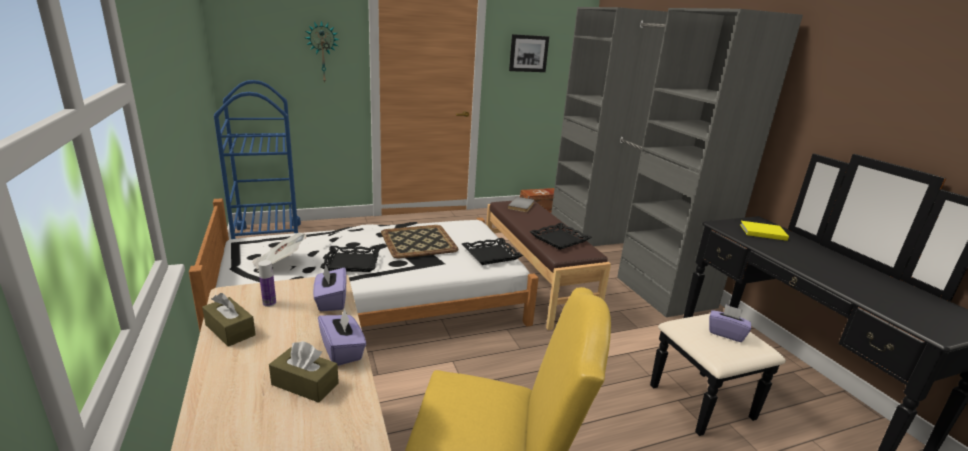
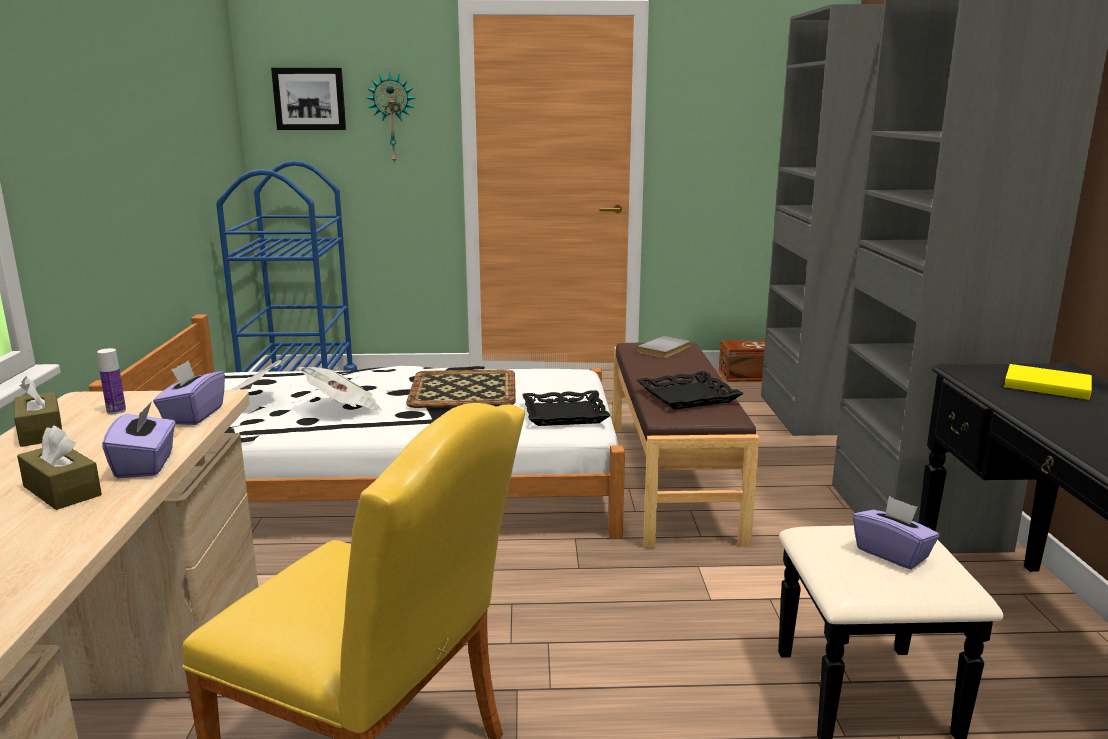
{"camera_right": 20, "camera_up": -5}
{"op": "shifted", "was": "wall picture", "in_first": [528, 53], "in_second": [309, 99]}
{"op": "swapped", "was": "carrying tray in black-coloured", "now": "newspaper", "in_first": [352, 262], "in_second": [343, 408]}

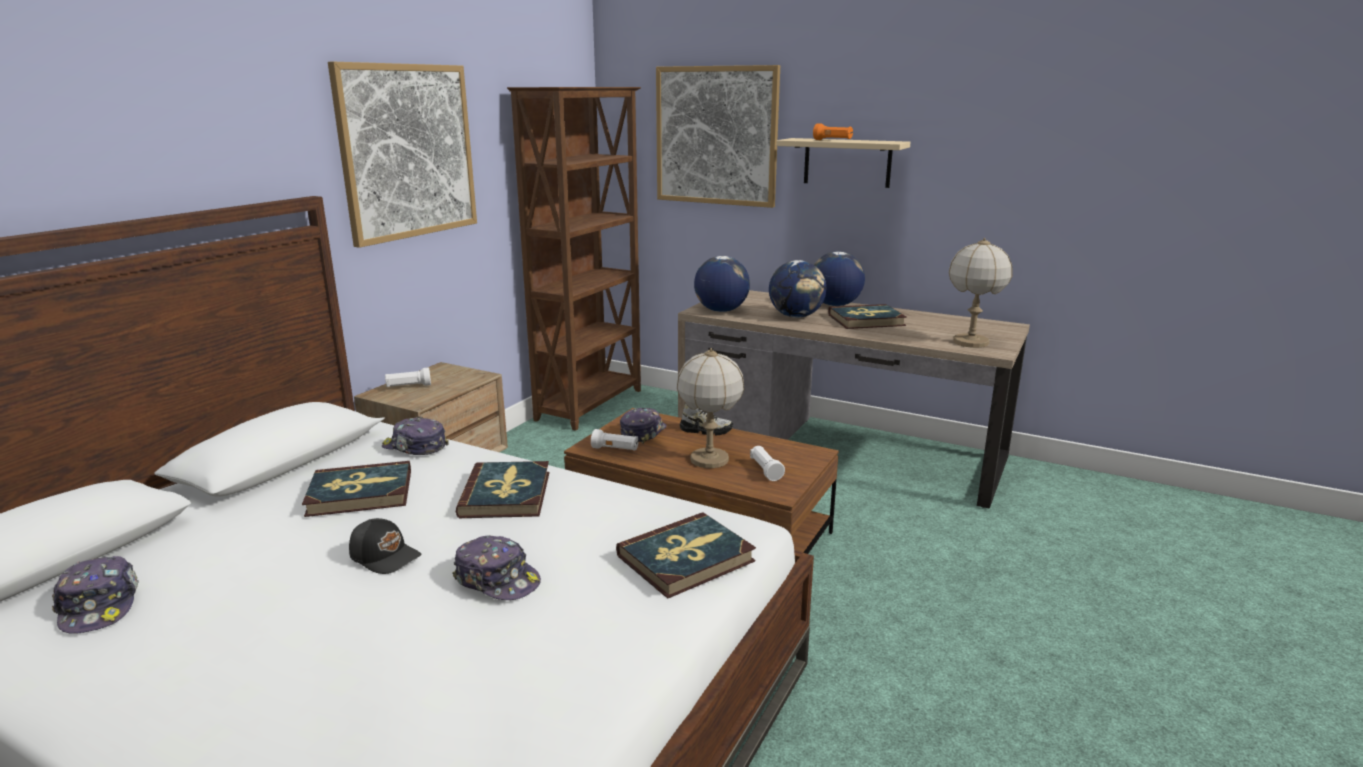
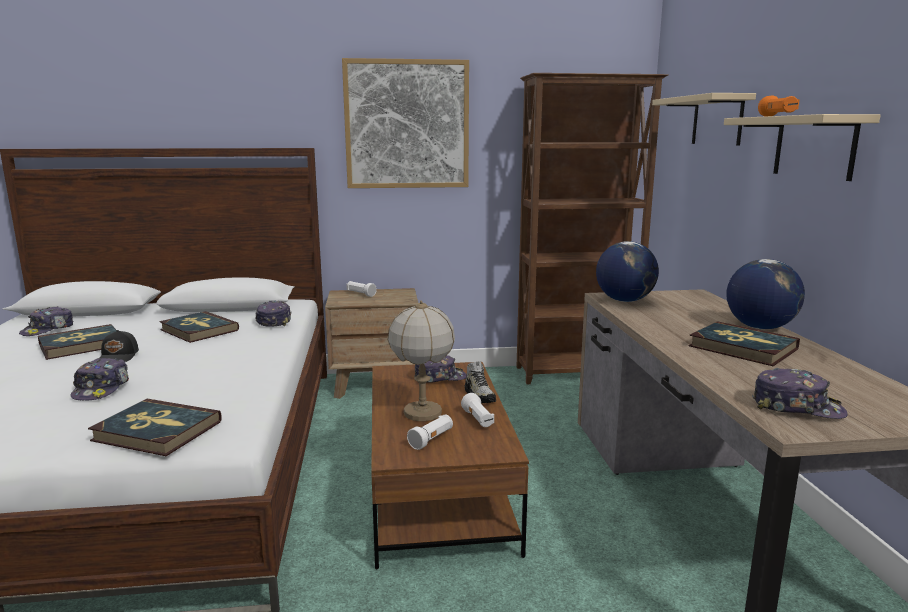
{"camera_right": 55, "camera_up": -5}
{"op": "gone", "was": "globe", "in_first": [796, 316]}
{"op": "shifted", "was": "volume", "in_first": [506, 494], "in_second": [81, 345]}
{"op": "shifted", "was": "flashlight in white", "in_first": [615, 449], "in_second": [478, 420]}
{"op": "swapped", "was": "wall picture", "now": "shelf in sand-coloured", "in_first": [716, 136], "in_second": [717, 120]}
{"op": "swapped", "was": "lamp for a table", "now": "baseball cap", "in_first": [970, 342], "in_second": [797, 407]}

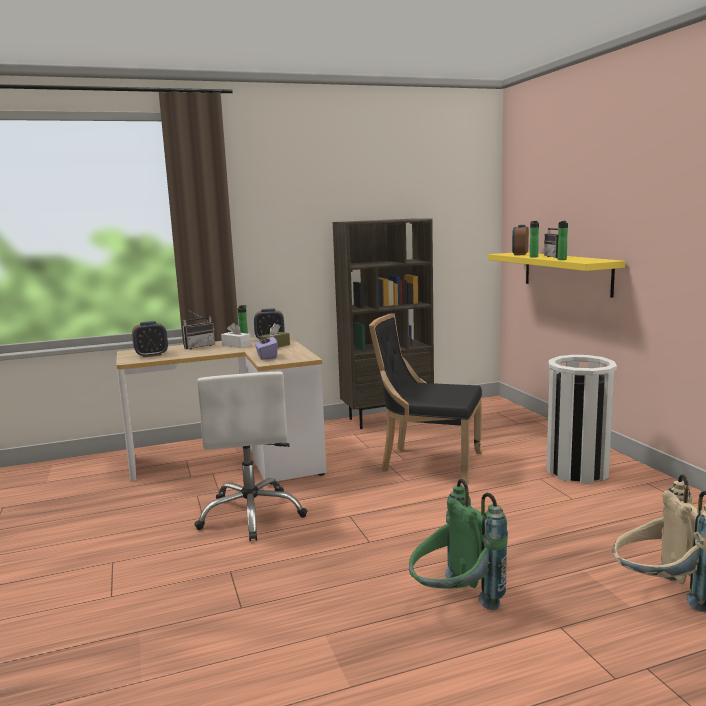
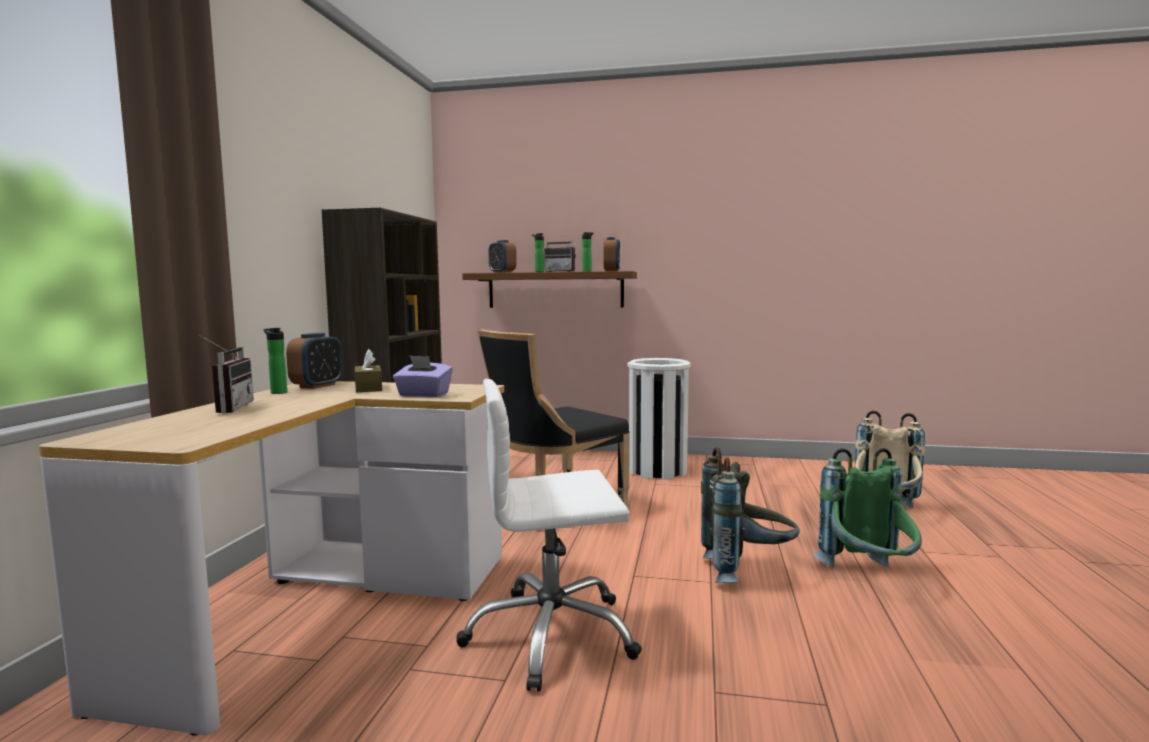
{"camera_right": -60, "camera_up": -5}
{"op": "gone", "was": "tissue holder in white", "in_first": [236, 345]}
{"op": "new", "now": "rucksack in grey", "in_second": [747, 571]}
{"op": "shifted", "was": "bedside clock", "in_first": [151, 355], "in_second": [612, 271]}
{"op": "repainted", "was": "shelf in yellow", "now": "shelf in brown-coloured", "in_first": [566, 272], "in_second": [555, 290]}
{"op": "rotated", "was": "desk chair in white", "in_first": [252, 514], "in_second": [551, 635], "clockwise": 150}

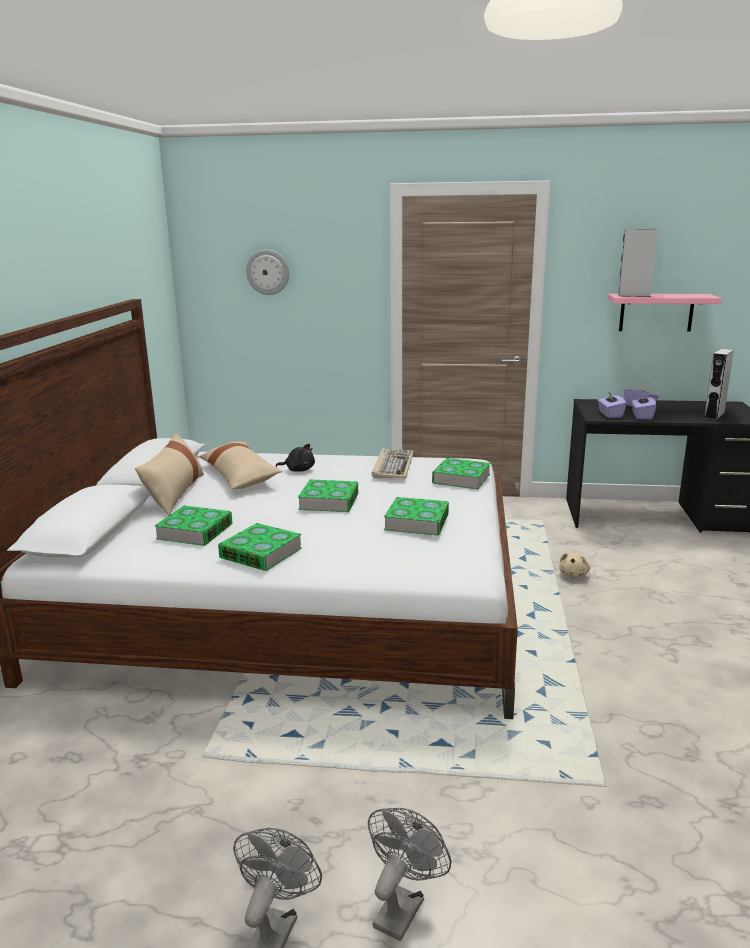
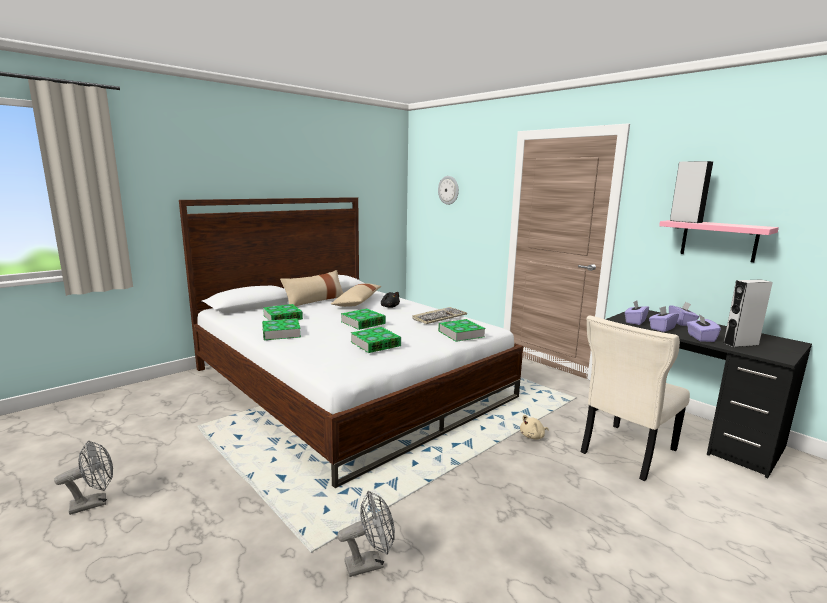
{"camera_right": 40, "camera_up": -5}
{"op": "new", "now": "plain chair in sand-coloured", "in_second": [626, 452]}
{"op": "new", "now": "tissue holder in purple", "in_second": [700, 338]}
{"op": "shifted", "was": "electric fan in grey", "in_first": [402, 906], "in_second": [370, 563]}

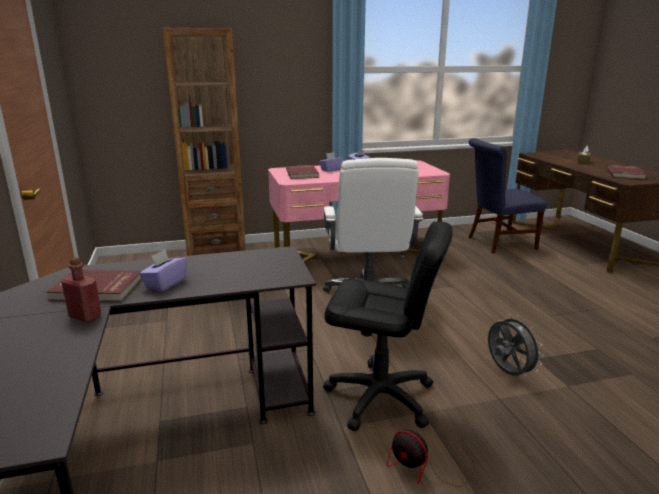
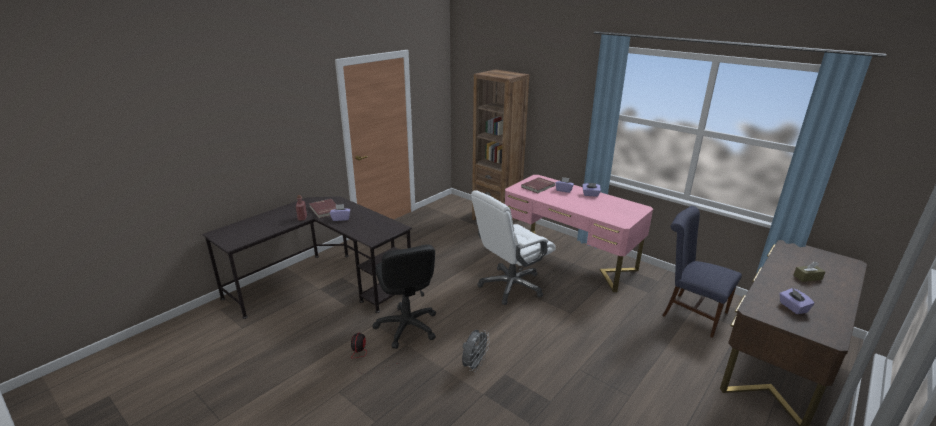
{"camera_right": 55, "camera_up": 5}
{"op": "swapped", "was": "volume in reddish", "now": "tissue holder in purple", "in_first": [626, 174], "in_second": [793, 307]}

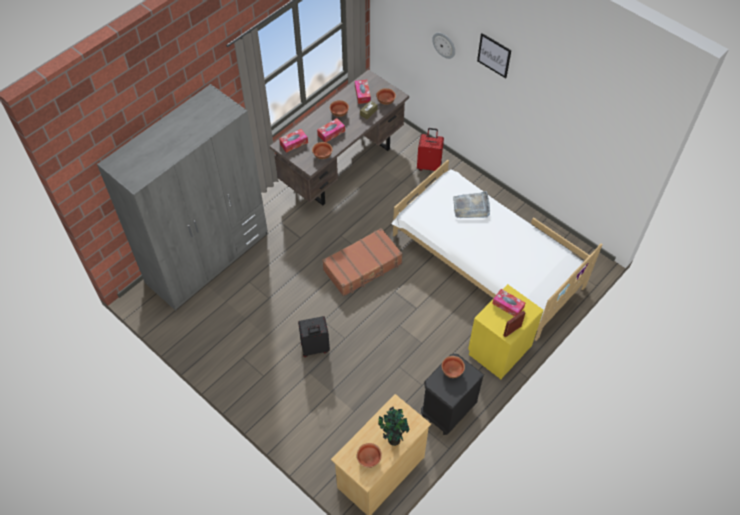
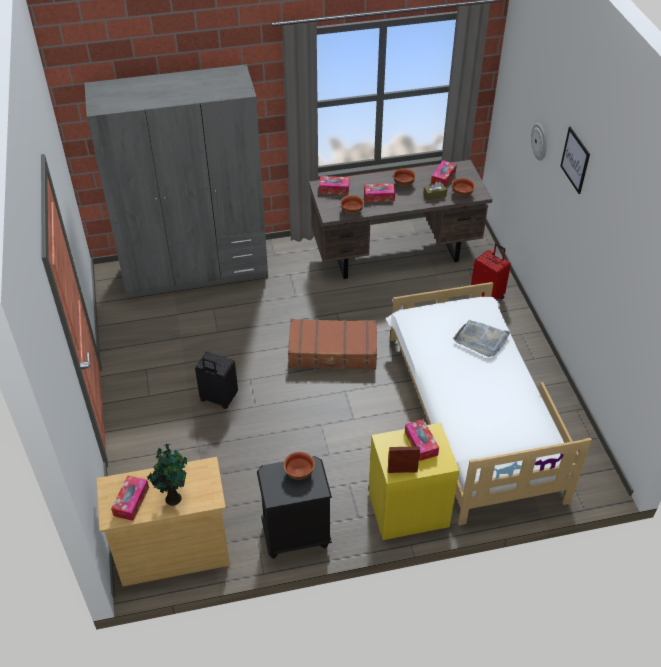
{"camera_right": 35, "camera_up": -10}
{"op": "swapped", "was": "deep dish", "now": "tissue holder", "in_first": [369, 459], "in_second": [131, 501]}

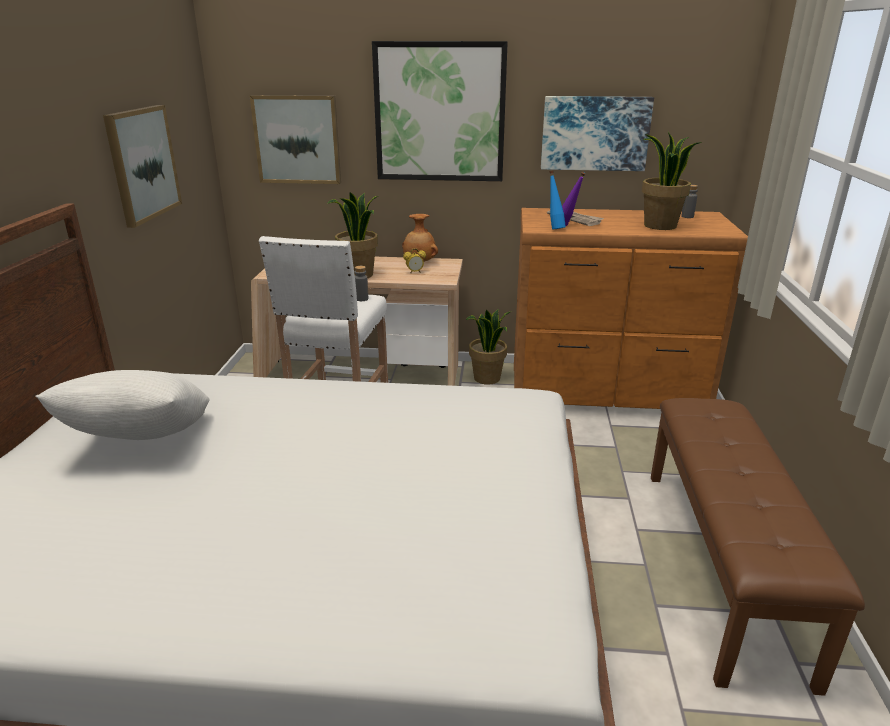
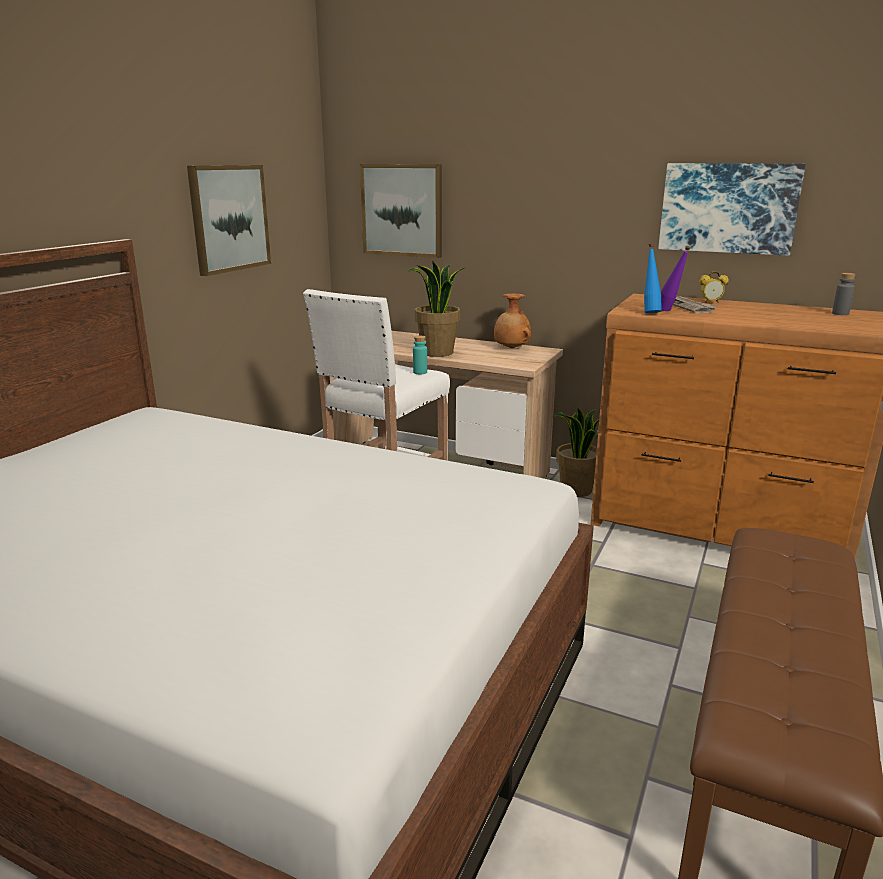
{"camera_right": 20, "camera_up": -5}
{"op": "gone", "was": "cushion in white", "in_first": [141, 442]}
{"op": "gone", "was": "wall picture", "in_first": [439, 113]}
{"op": "gone", "was": "plant in a pot", "in_first": [660, 226]}
{"op": "shifted", "was": "bedside clock", "in_first": [415, 272], "in_second": [710, 302]}
{"op": "repainted", "was": "bottle in grey", "now": "bottle in turquoise-coloured", "in_first": [362, 299], "in_second": [420, 372]}

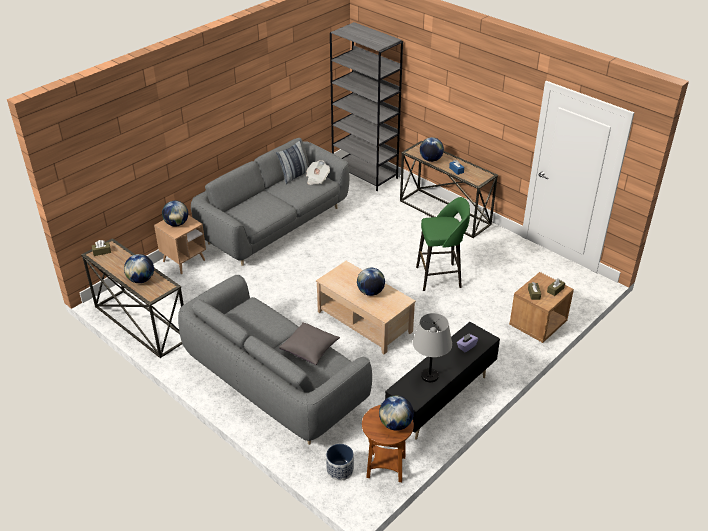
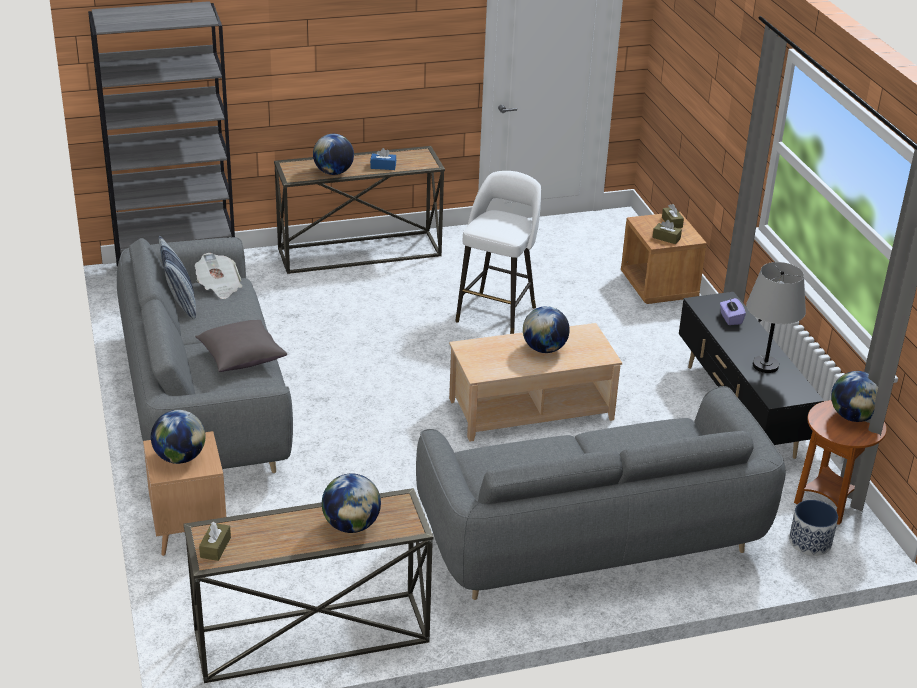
{"camera_right": -60, "camera_up": -5}
{"op": "shifted", "was": "cushion in grey", "in_first": [310, 349], "in_second": [241, 357]}
{"op": "repainted", "was": "sitting stool in greenish", "now": "sitting stool in white", "in_first": [440, 277], "in_second": [497, 313]}

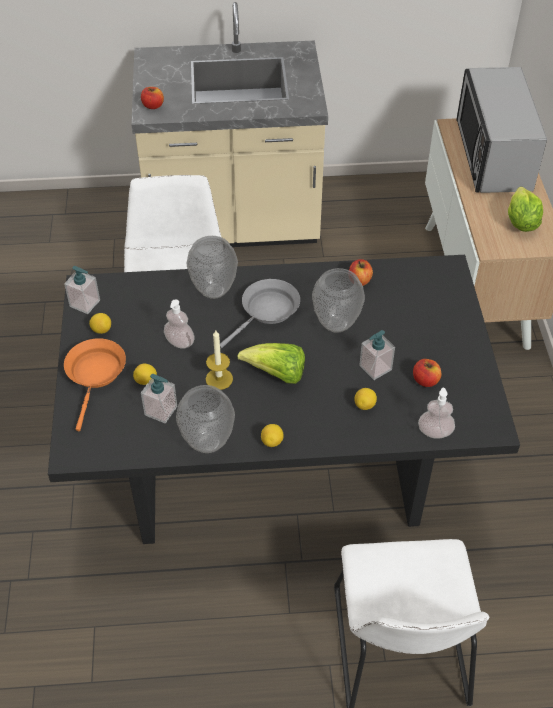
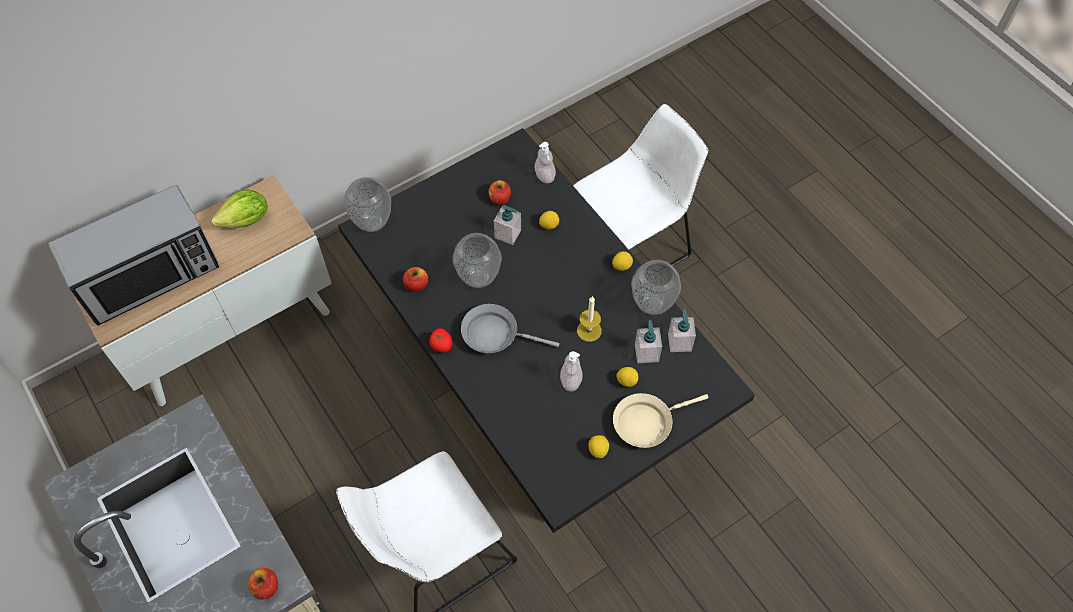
{"camera_right": -120, "camera_up": 10}
{"op": "gone", "was": "head of lettuce", "in_first": [276, 374]}
{"op": "new", "now": "whole tomato", "in_second": [441, 345]}
{"op": "shifted", "was": "soap dispenser", "in_first": [85, 303], "in_second": [679, 342]}
{"op": "shifted", "was": "flower vase", "in_first": [213, 291], "in_second": [372, 224]}
{"op": "repainted", "was": "skillet in orange-coloured", "now": "skillet in sand-coloured", "in_first": [95, 375], "in_second": [646, 422]}

